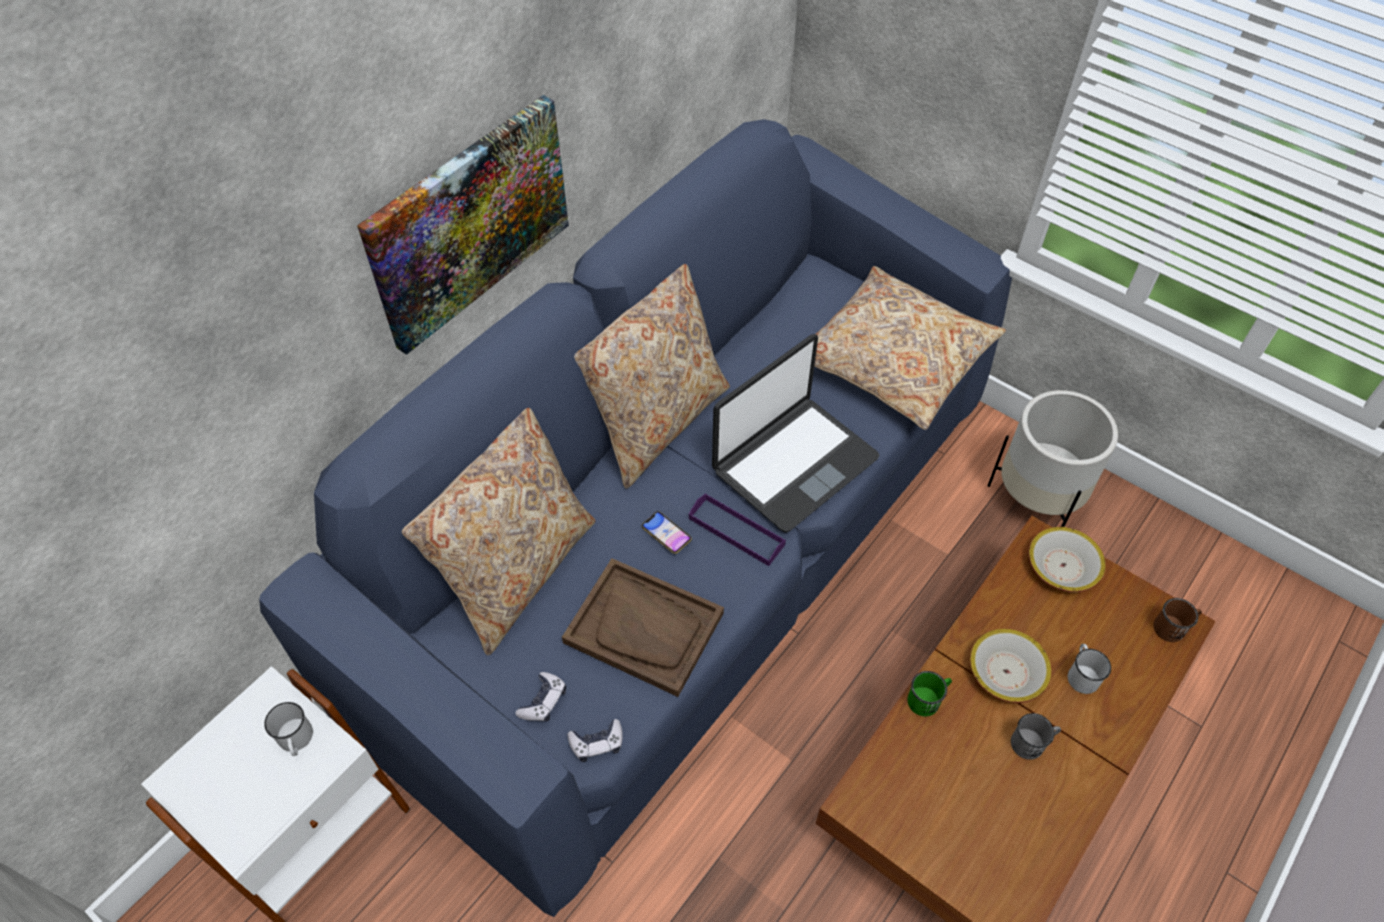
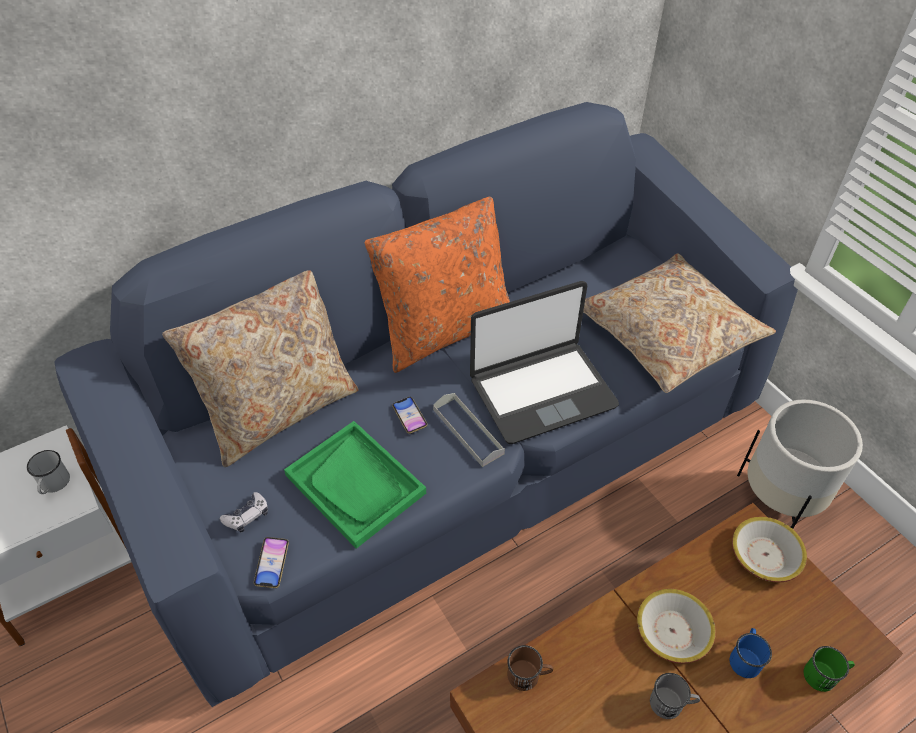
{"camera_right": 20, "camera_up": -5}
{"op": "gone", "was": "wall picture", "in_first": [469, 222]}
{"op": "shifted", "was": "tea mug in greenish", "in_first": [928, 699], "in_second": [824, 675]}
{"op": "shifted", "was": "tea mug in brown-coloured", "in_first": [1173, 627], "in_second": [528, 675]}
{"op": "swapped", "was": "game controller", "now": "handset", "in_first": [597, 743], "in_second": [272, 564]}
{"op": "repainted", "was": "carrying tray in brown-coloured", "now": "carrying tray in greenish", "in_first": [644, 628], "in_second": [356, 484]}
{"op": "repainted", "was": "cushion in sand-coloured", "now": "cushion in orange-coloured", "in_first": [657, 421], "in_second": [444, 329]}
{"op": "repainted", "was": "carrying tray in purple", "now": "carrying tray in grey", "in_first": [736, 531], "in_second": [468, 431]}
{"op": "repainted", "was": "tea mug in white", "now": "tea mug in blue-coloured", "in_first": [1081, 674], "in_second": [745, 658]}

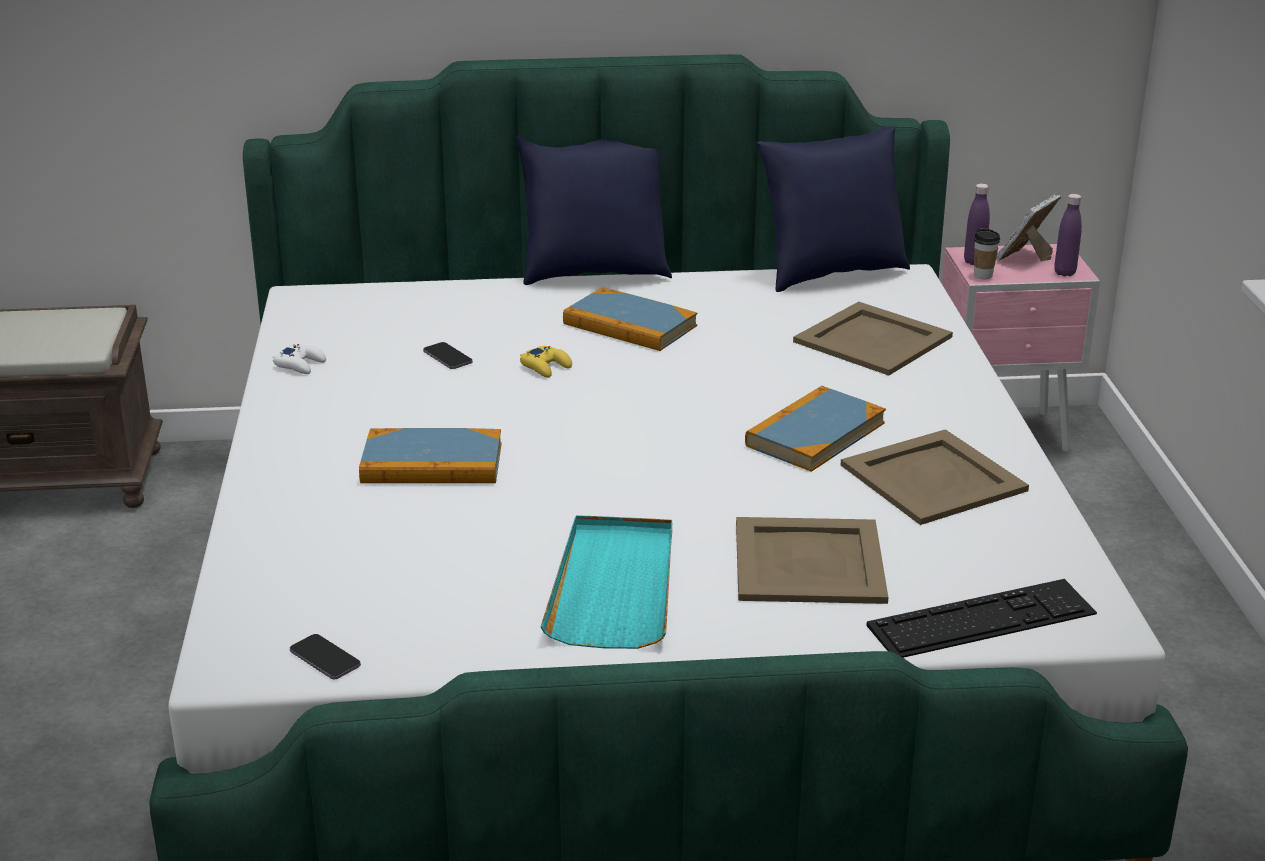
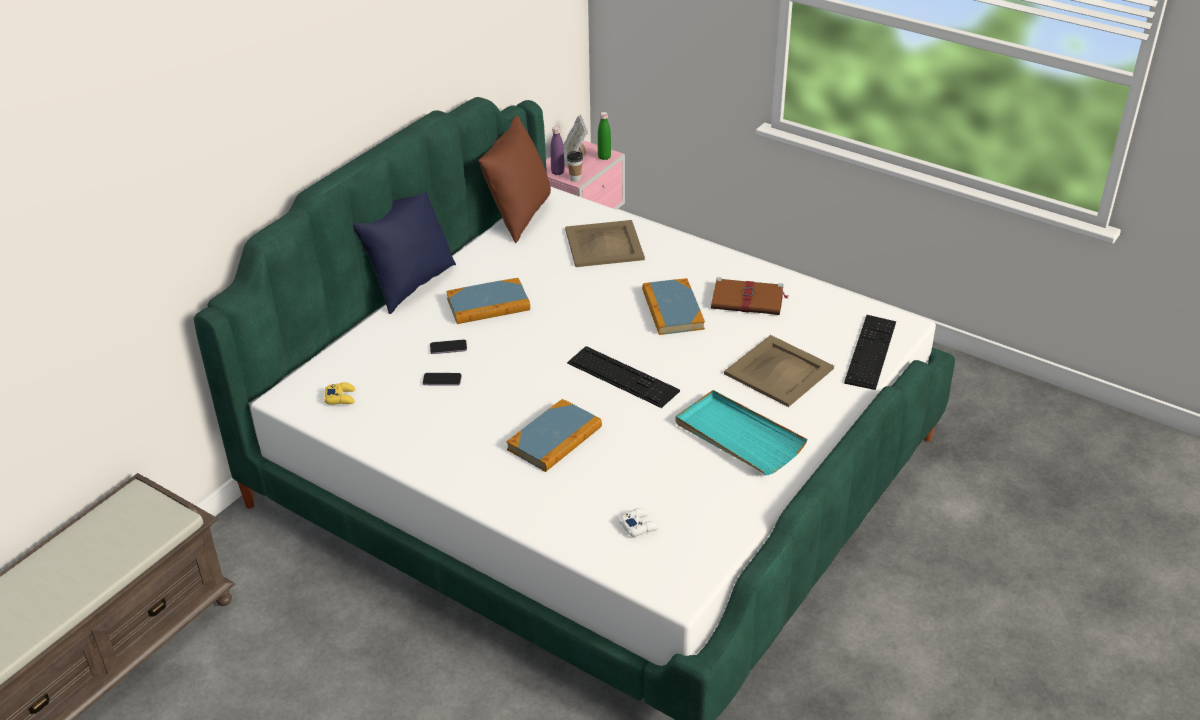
{"camera_right": -50, "camera_up": 10}
{"op": "new", "now": "computer keyboard", "in_second": [622, 377]}
{"op": "shifted", "was": "game controller in white", "in_first": [300, 364], "in_second": [639, 525]}
{"op": "shifted", "was": "handset", "in_first": [325, 659], "in_second": [448, 348]}
{"op": "shifted", "was": "game controller in yellow", "in_first": [546, 367], "in_second": [340, 397]}
{"op": "swapped", "was": "carrying tray in sand-coloured", "now": "volume in brown-coloured", "in_first": [933, 477], "in_second": [748, 300]}
{"op": "repainted", "was": "cushion in blue-coloured", "now": "cushion in brown-coloured", "in_first": [831, 273], "in_second": [518, 216]}
{"op": "repainted", "was": "bottle in purple", "now": "bottle in greenish", "in_first": [1064, 273], "in_second": [604, 157]}

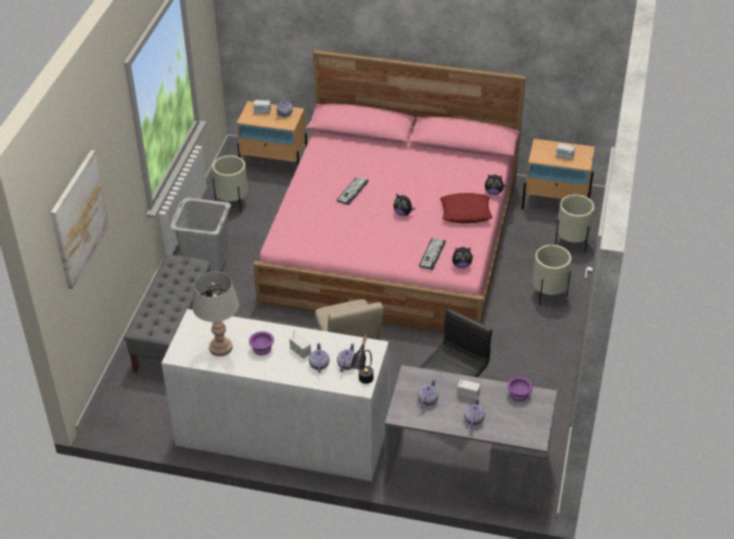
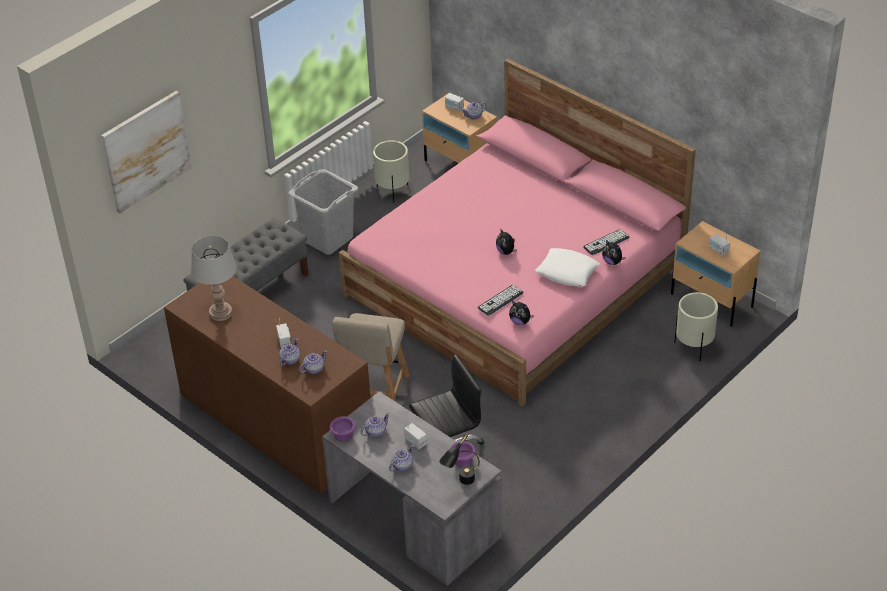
{"camera_right": 30, "camera_up": 0}
{"op": "gone", "was": "planter in sand-coloured", "in_first": [548, 295]}
{"op": "shifted", "was": "deep dish in purple", "in_first": [261, 349], "in_second": [342, 434]}
{"op": "shifted", "was": "computer keyboard", "in_first": [352, 191], "in_second": [606, 242]}
{"op": "shifted", "was": "lamp for a table in black-coloured", "in_first": [363, 383], "in_second": [461, 482]}
{"op": "repainted", "was": "dresser in white", "now": "dresser in brown-coloured", "in_first": [282, 434], "in_second": [275, 421]}
{"op": "repainted", "was": "cushion in reddish", "now": "cushion in white", "in_first": [466, 212], "in_second": [567, 272]}

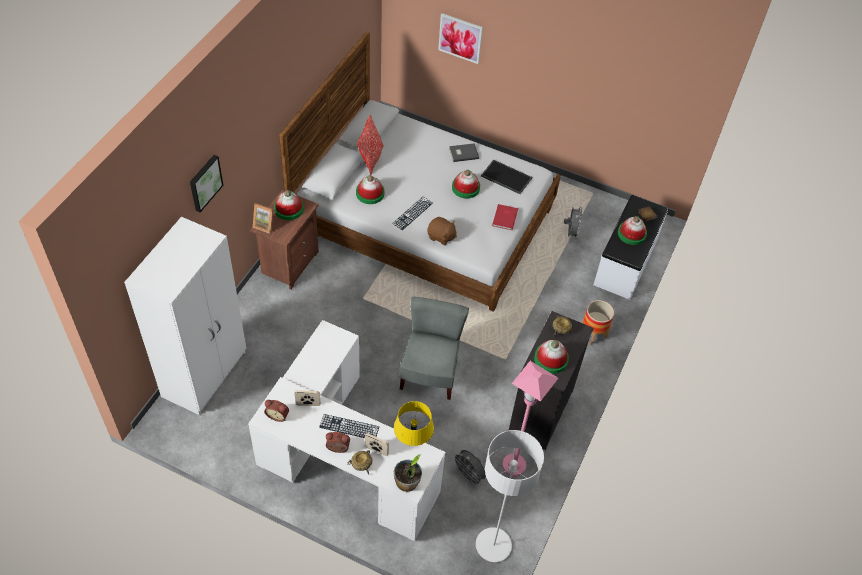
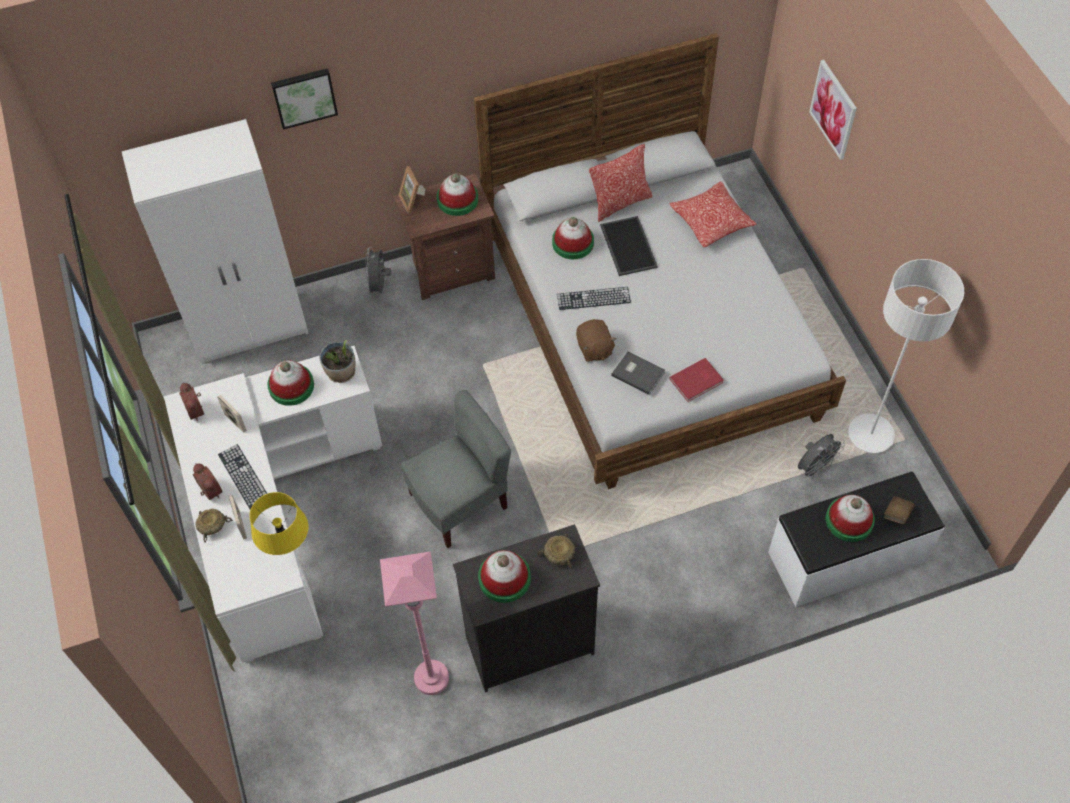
{"camera_right": 50, "camera_up": 5}
{"op": "gone", "was": "planter", "in_first": [593, 334]}
{"op": "new", "now": "cushion", "in_second": [711, 221]}
{"op": "shifted", "was": "plant in a pot", "in_first": [407, 483], "in_second": [341, 373]}
{"op": "shifted", "was": "volume in grey", "in_first": [463, 153], "in_second": [638, 373]}
{"op": "shifted", "was": "clothing hat", "in_first": [465, 188], "in_second": [291, 386]}
{"op": "shifted", "was": "electric fan in grey", "in_first": [469, 476], "in_second": [379, 287]}
{"op": "shifted", "was": "standard lamp in white", "in_first": [493, 545], "in_second": [870, 434]}
{"op": "shifted", "was": "carrying tray", "in_first": [505, 177], "in_second": [627, 246]}

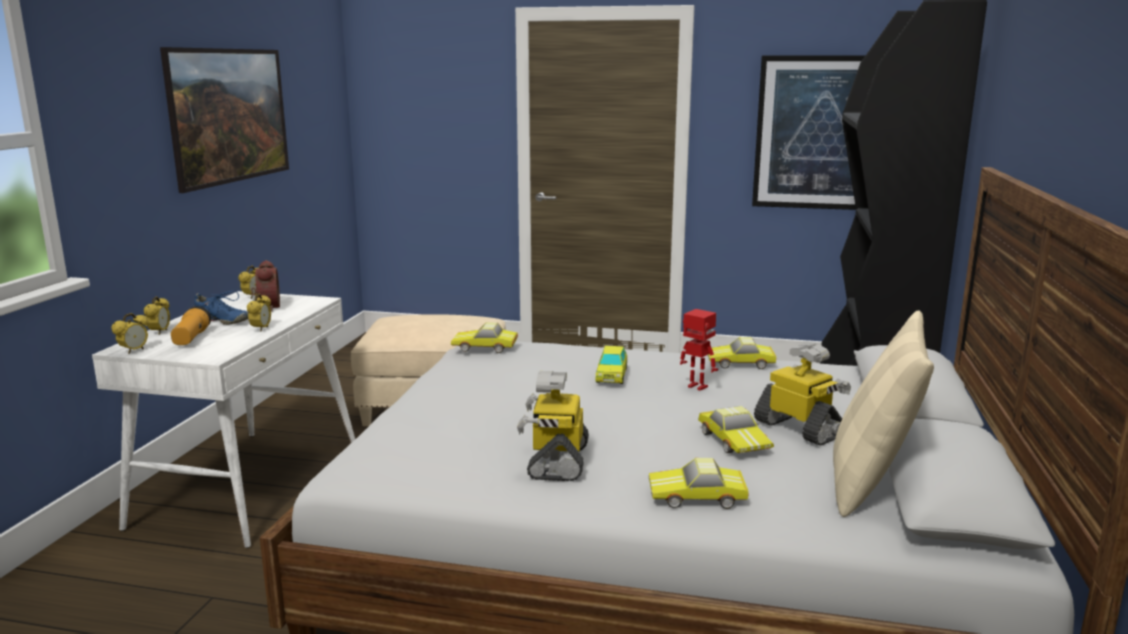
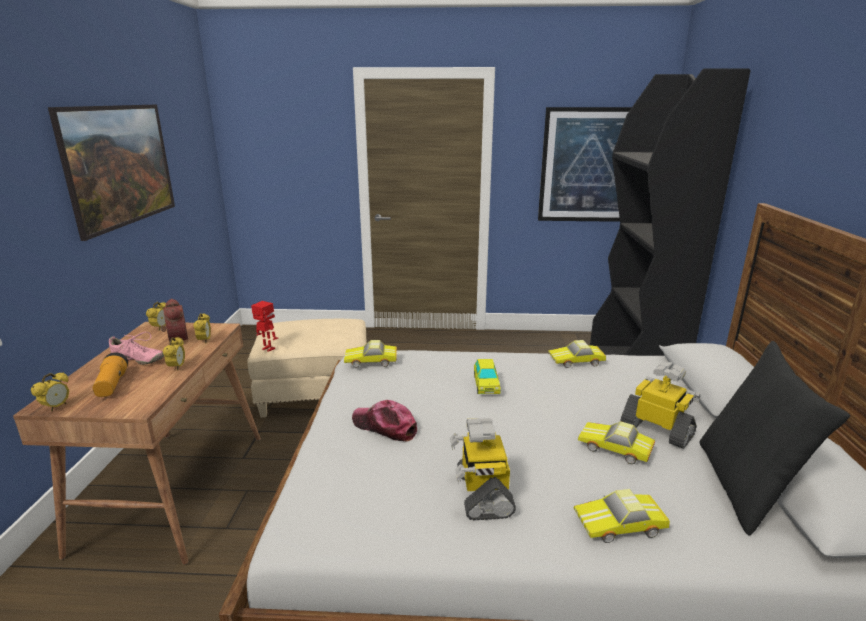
{"camera_right": -10, "camera_up": 5}
{"op": "new", "now": "baseball cap", "in_second": [385, 427]}
{"op": "shifted", "was": "bedside clock", "in_first": [160, 332], "in_second": [205, 341]}
{"op": "shifted", "was": "robot figure", "in_first": [696, 387], "in_second": [268, 349]}
{"op": "repainted", "was": "desk table in white", "now": "desk table in brown-coloured", "in_first": [249, 484], "in_second": [174, 489]}
{"op": "repainted", "was": "item of footwear in blue-coloured", "now": "item of footwear in pink-coloured", "in_first": [221, 321], "in_second": [137, 360]}
{"op": "repainted", "was": "cushion in sand-coloured", "now": "cushion in black-coloured", "in_first": [870, 481], "in_second": [743, 486]}
{"op": "rotated", "was": "model car", "in_first": [735, 440], "in_second": [615, 449], "clockwise": 150}

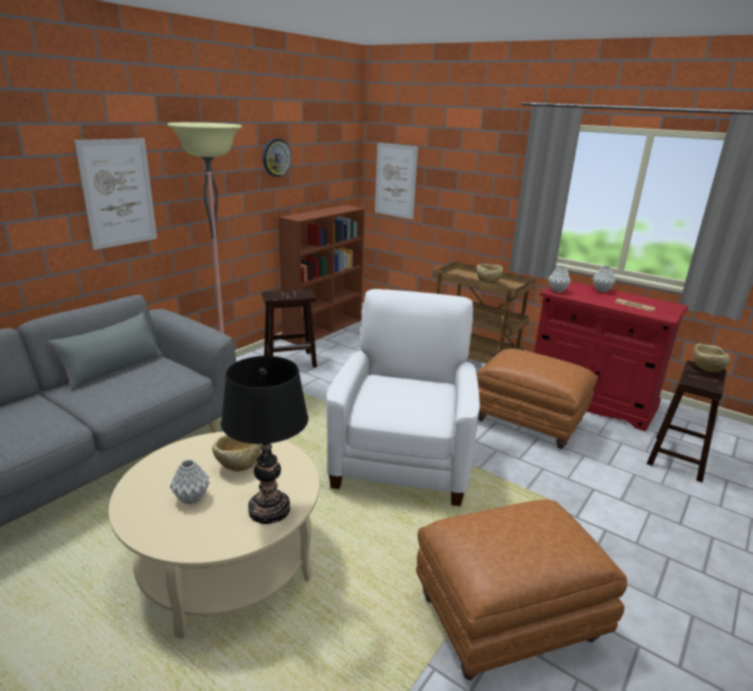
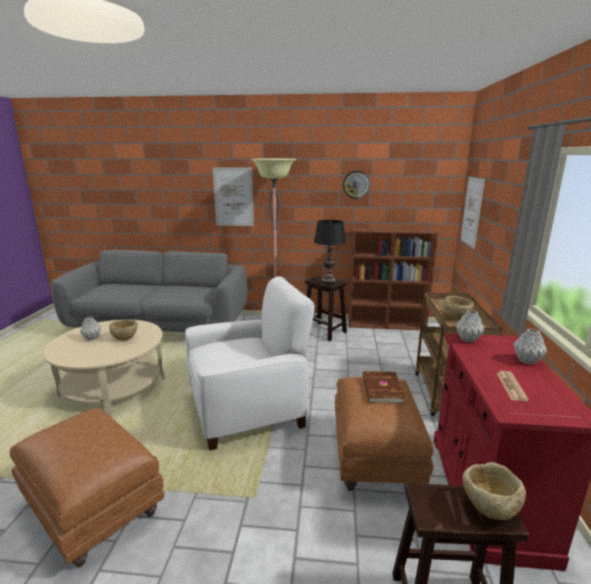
{"camera_right": 60, "camera_up": -5}
{"op": "gone", "was": "cushion in grey", "in_first": [113, 369]}
{"op": "new", "now": "volume in brown-coloured", "in_second": [381, 389]}
{"op": "shifted", "was": "lamp for a table in black-coloured", "in_first": [269, 509], "in_second": [328, 282]}

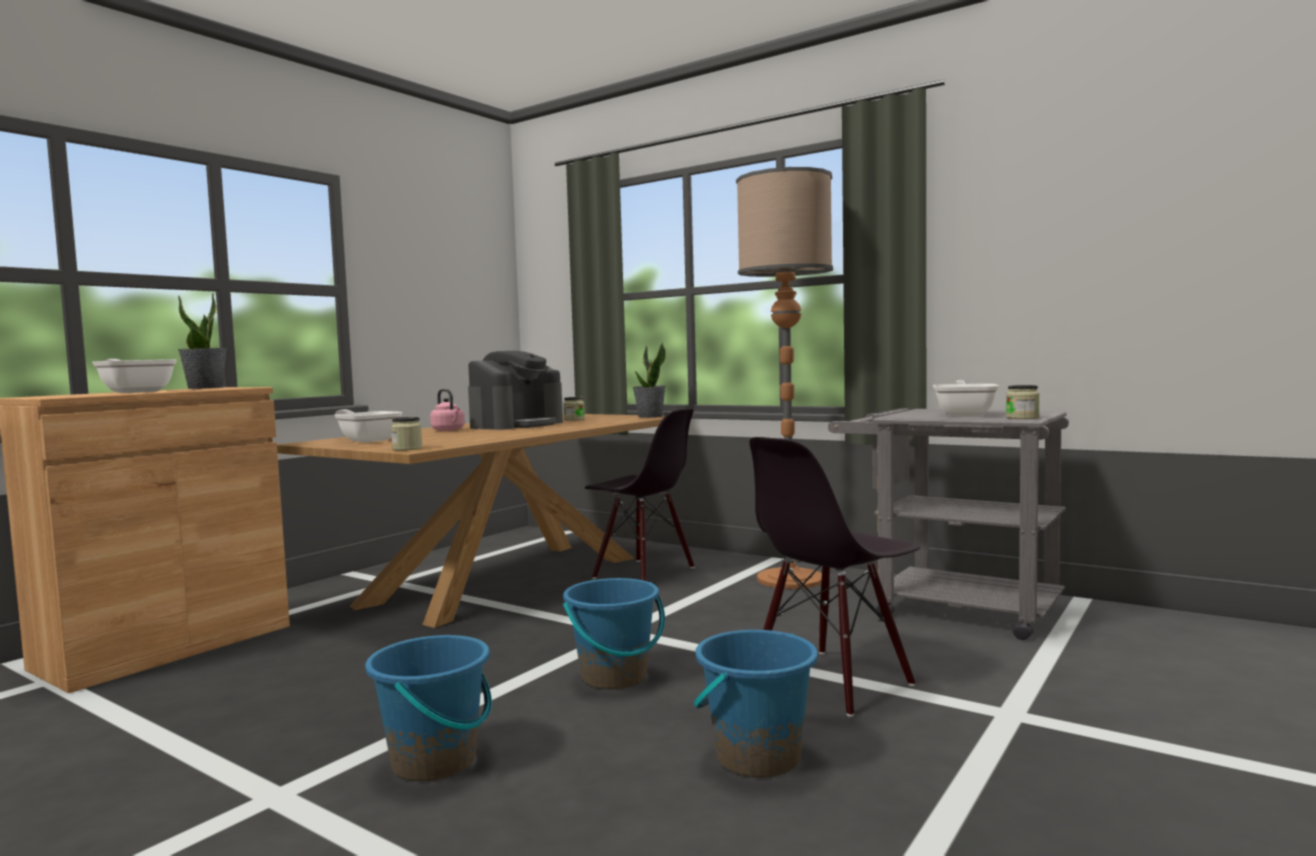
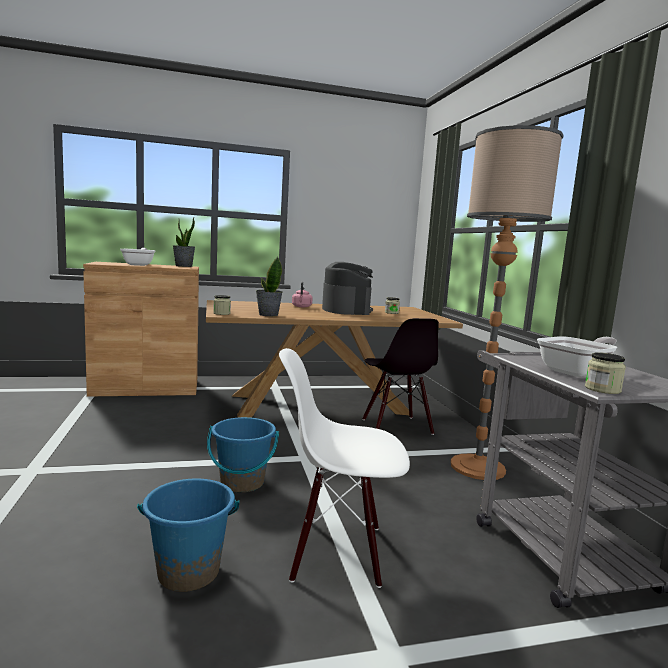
{"camera_right": 40, "camera_up": 5}
{"op": "gone", "was": "skillet", "in_first": [367, 440]}
{"op": "gone", "was": "bucket in blue-coloured", "in_first": [435, 762]}
{"op": "shifted", "was": "plant in a pot", "in_first": [650, 416], "in_second": [268, 315]}
{"op": "repainted", "was": "plain chair in black-coloured", "now": "plain chair in white", "in_first": [832, 680], "in_second": [337, 551]}
{"op": "rotated", "was": "coffee maker", "in_first": [517, 425], "in_second": [346, 310], "clockwise": -90}

